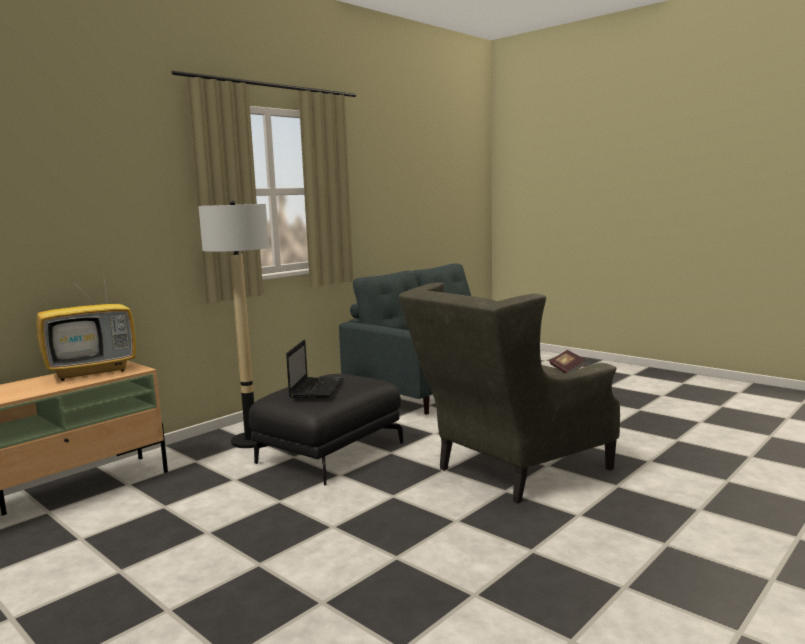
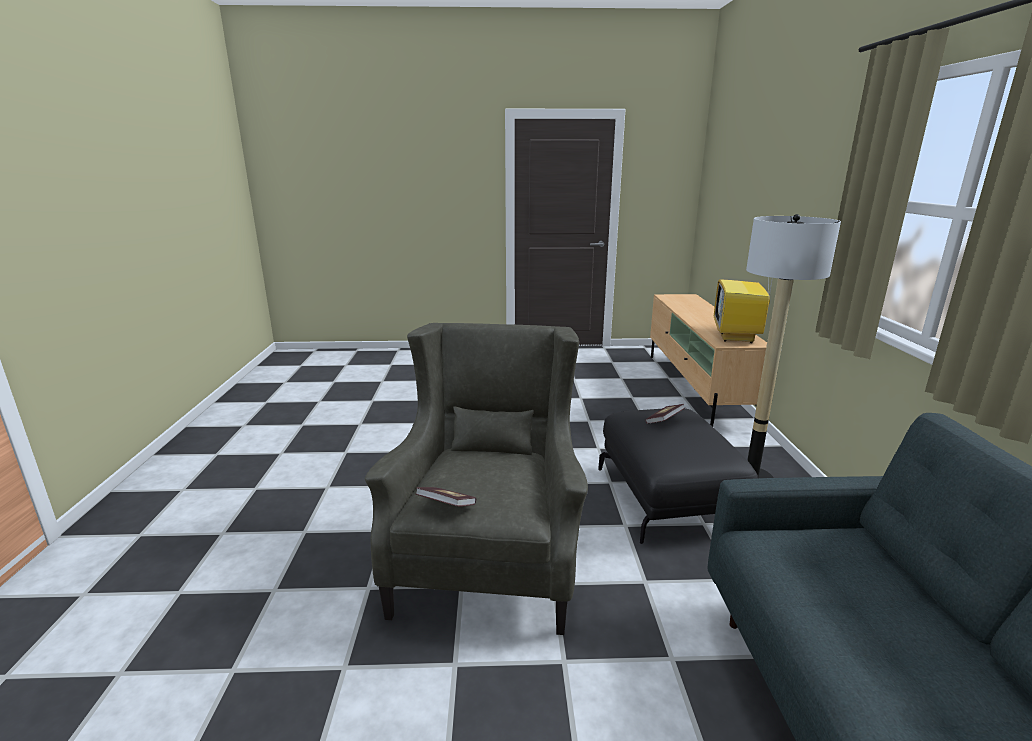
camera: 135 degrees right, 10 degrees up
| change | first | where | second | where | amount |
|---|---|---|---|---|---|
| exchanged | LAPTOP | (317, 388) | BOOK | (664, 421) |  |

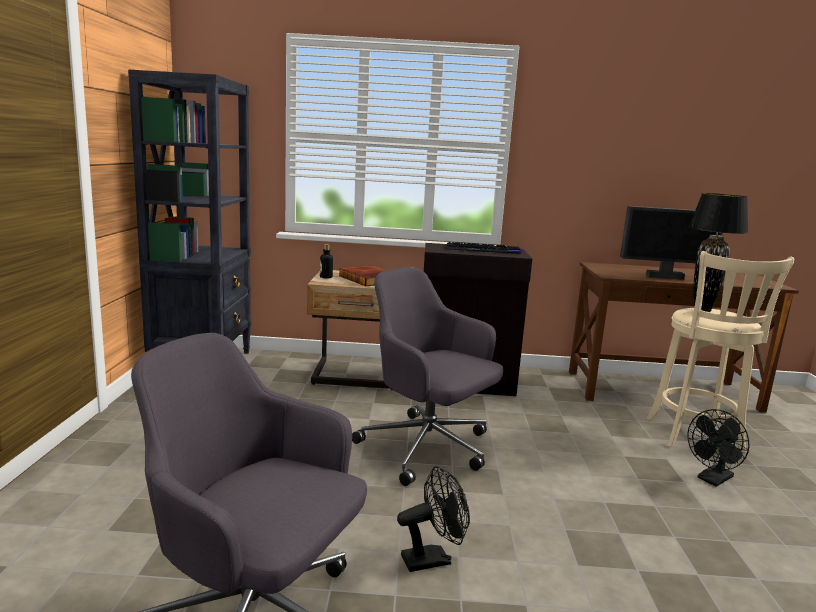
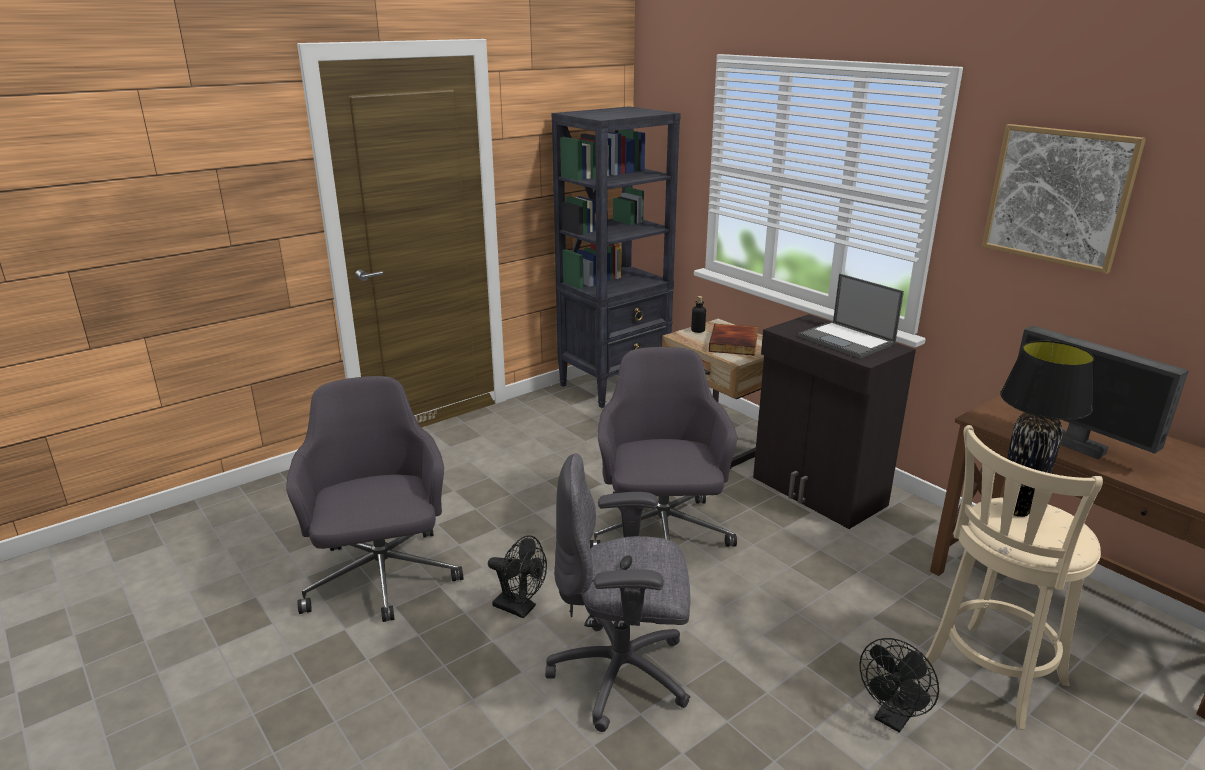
camera: 50 degrees right, 10 degrees up
| change | first | where | second | where | amount |
|---|---|---|---|---|---|
| appeared |  |  | GREY OFFICE CHAIR | (623, 675) |  |
| exchanged | KEYBOARD | (483, 250) | LAPTOP | (847, 340) |  |
| spun | BLACK FAN | (712, 480) |  | (893, 718) | 60 degrees counterclockwise |
| appeared |  |  | PICTURE | (1059, 196) |  |

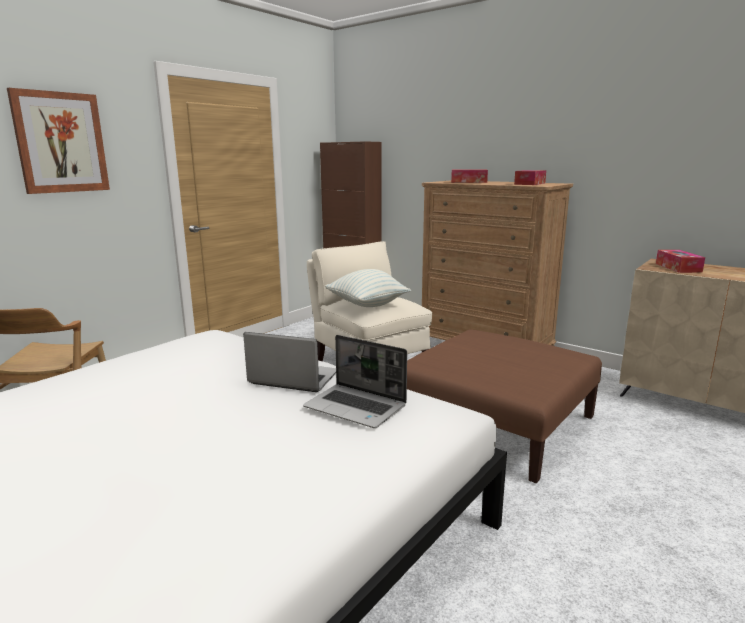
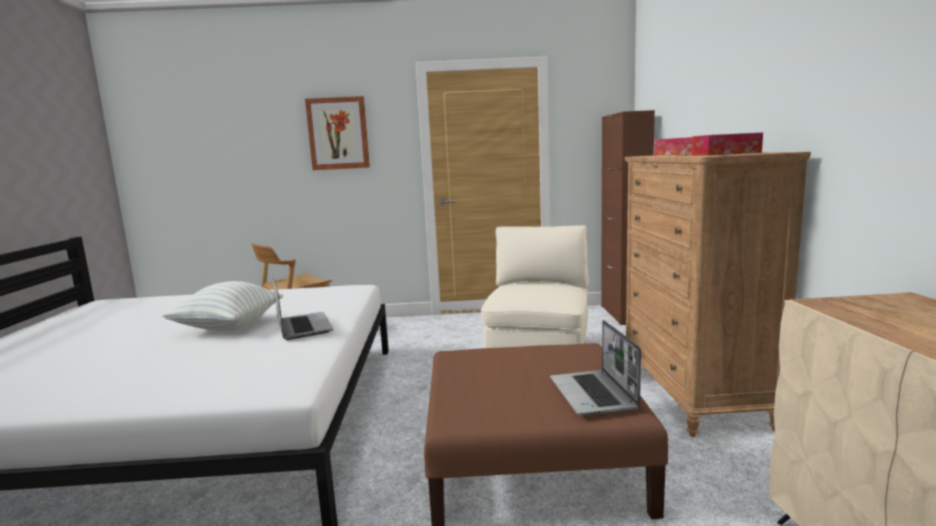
camera: 50 degrees right, 5 degrees down
| change | first | where | second | where | amount |
|---|---|---|---|---|---|
| relocated | PILLOW | (367, 305) |  | (229, 327) |  |
| relocated | LAPTOP | (356, 407) |  | (594, 394) |  |
| missing | TISSUE BOX | (678, 268) |  |  |  |

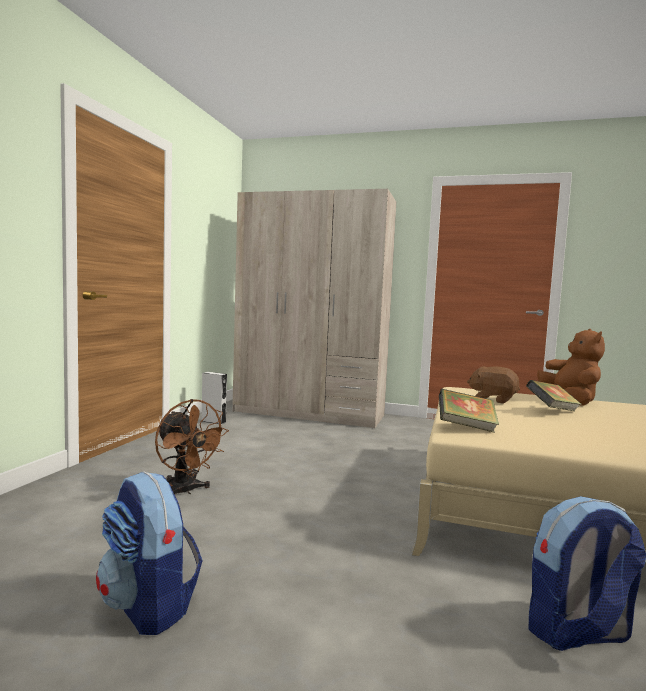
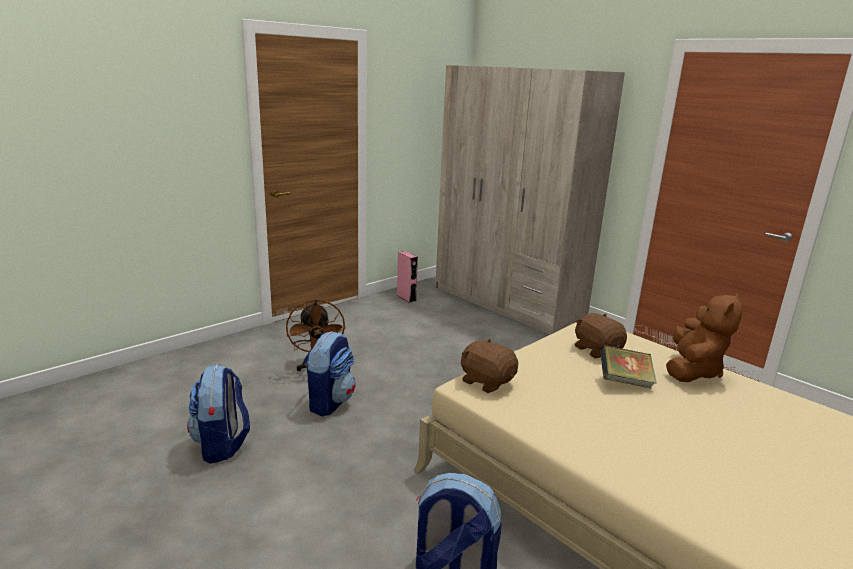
camera: 30 degrees right, 15 degrees up
| change | first | where | second | where | amount |
|---|---|---|---|---|---|
| appeared |  |  | BACKPACK | (330, 402) |  |
| colour | GREY SPEAKER | (213, 421) | PINK SPEAKER | (406, 298) |  |
| exchanged | BOOK | (466, 427) | BROWN PLUSH TOY | (487, 381) |  |

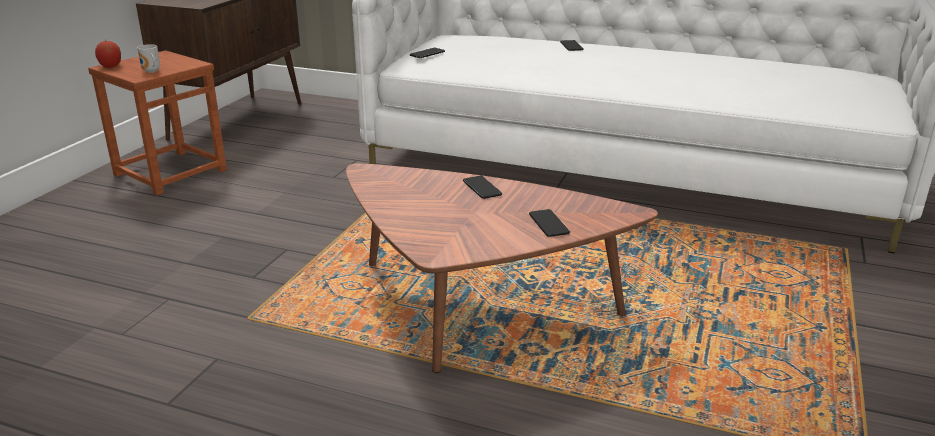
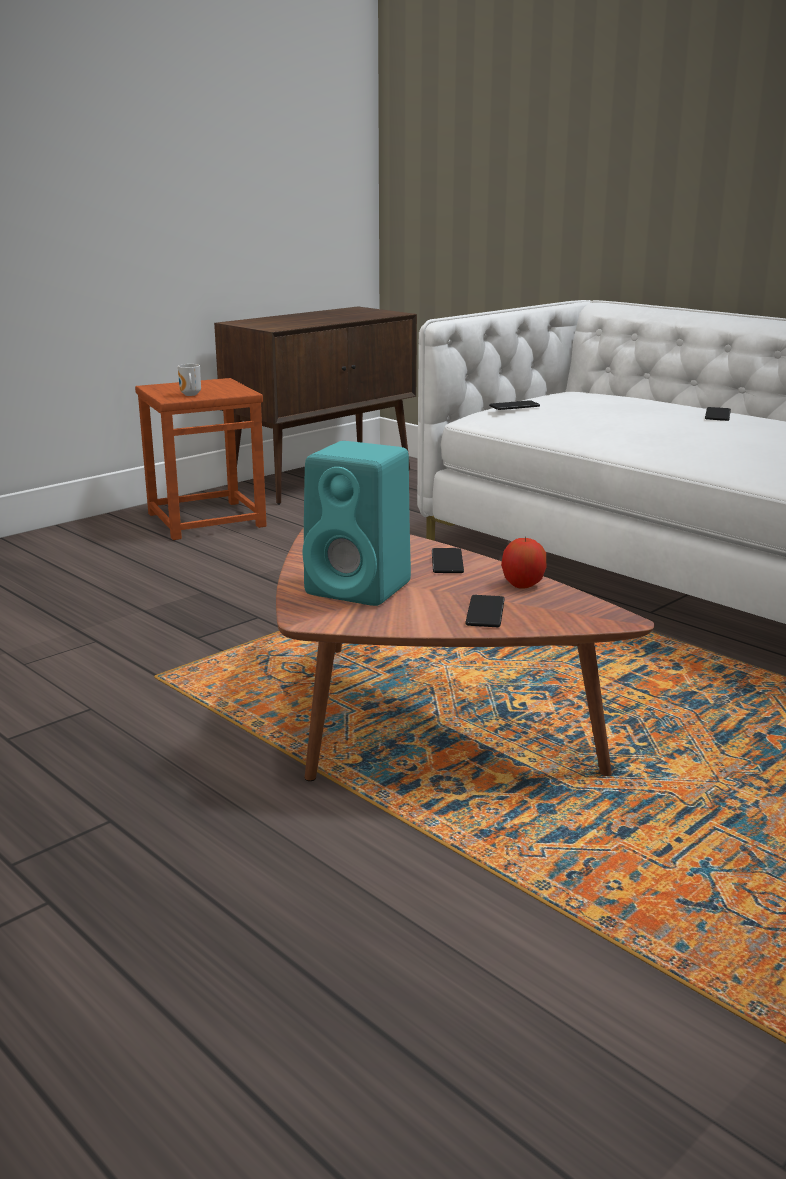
camera: 25 degrees right, 5 degrees down
| change | first | where | second | where | amount |
|---|---|---|---|---|---|
| appeared |  |  | TURQUOISE SPEAKER | (362, 588) |  |
| relocated | APPLE | (110, 66) |  | (523, 584) |  |

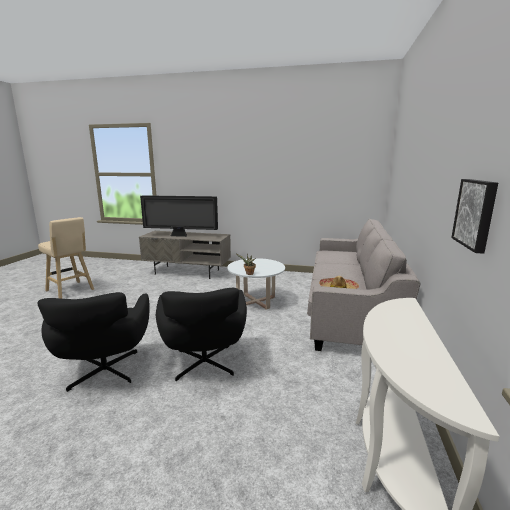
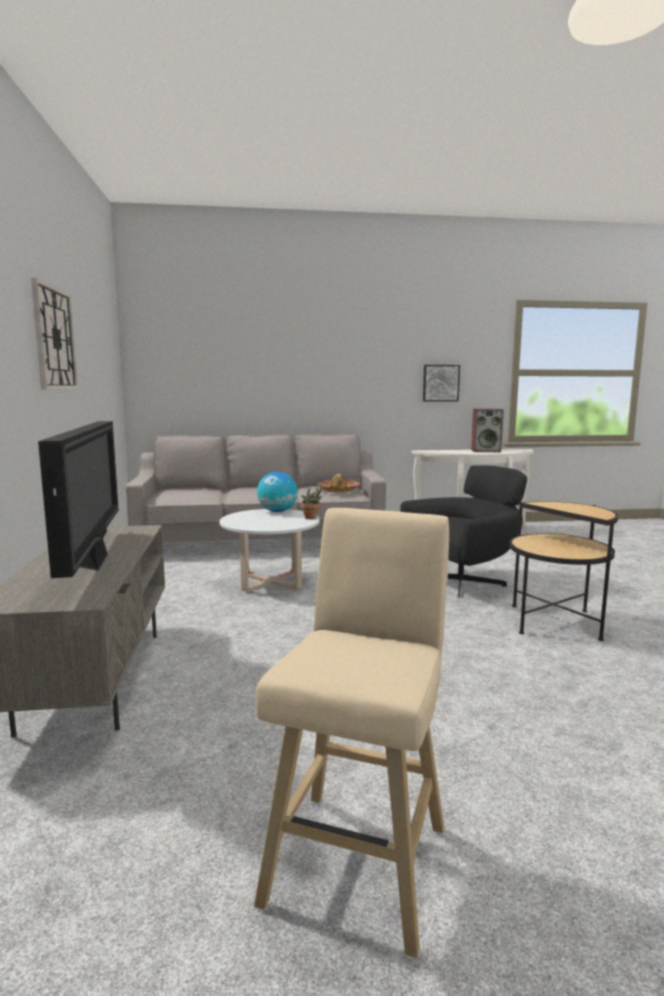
camera: 110 degrees left, 5 degrees down
| change | first | where | second | where | amount |
|---|---|---|---|---|---|
| appeared |  |  | WALL CLOCK | (54, 338) |  |
| appeared |  |  | GLOBE | (277, 511) |  |
| appeared |  |  | SPEAKER | (486, 451) |  |
| exchanged | BLACK ARMCHAIR | (104, 372) | SIDE TABLE | (554, 622) |  |

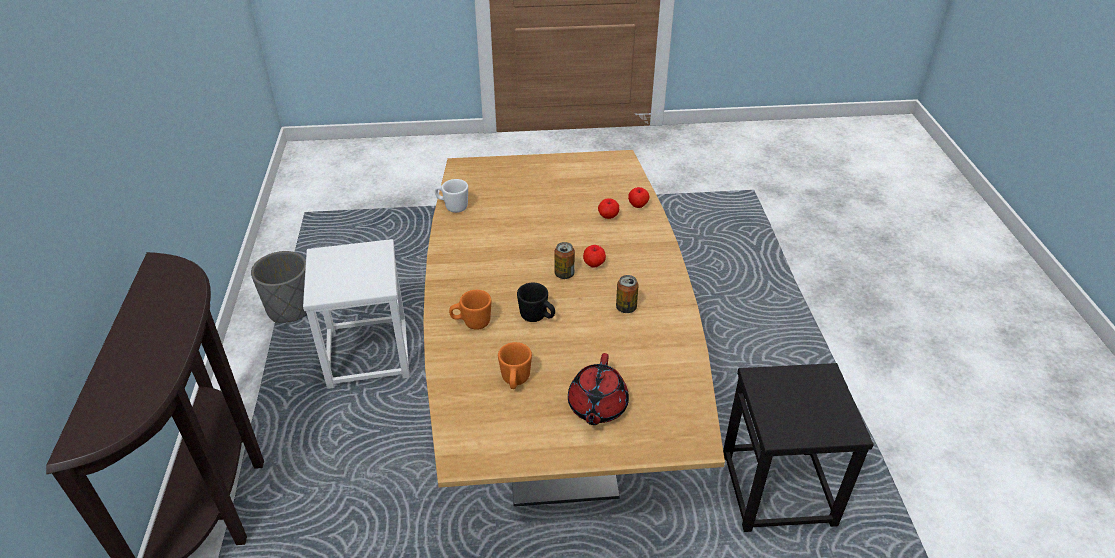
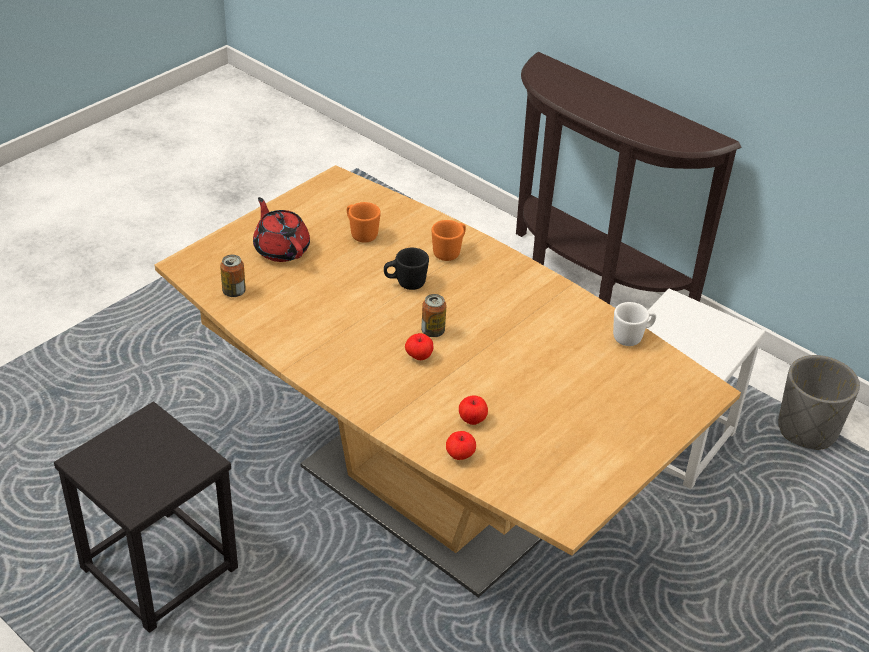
camera: 135 degrees right, 0 degrees up
| change | first | where | second | where | amount |
|---|---|---|---|---|---|
| relocated | CAN | (626, 308) |  | (234, 292) |  |

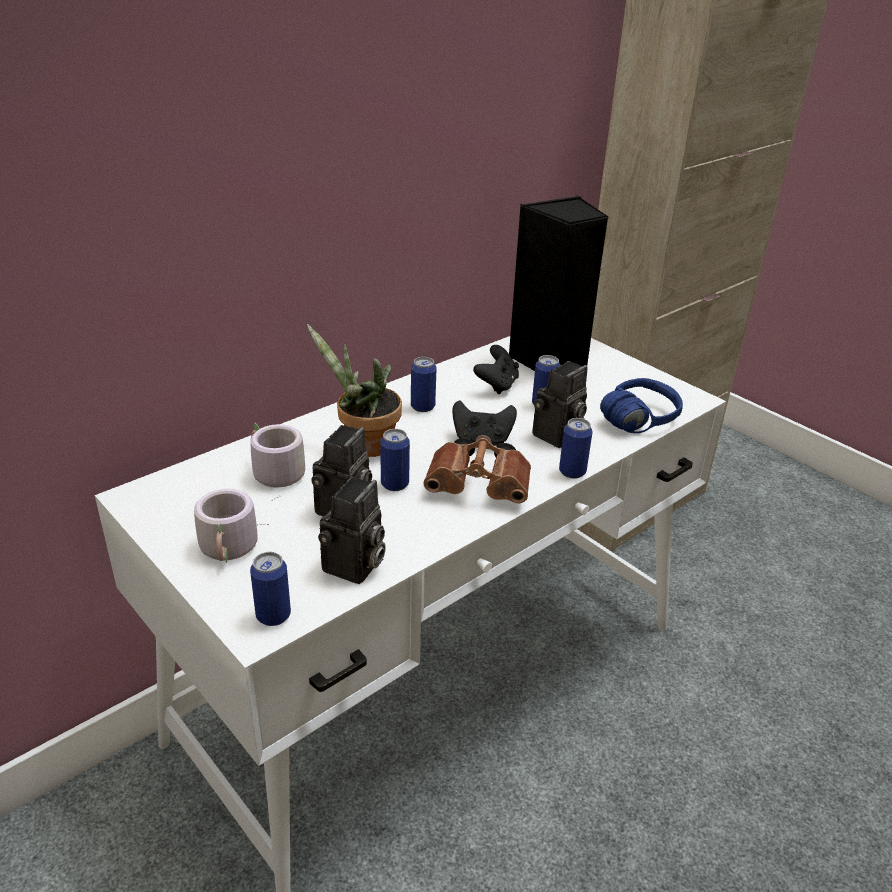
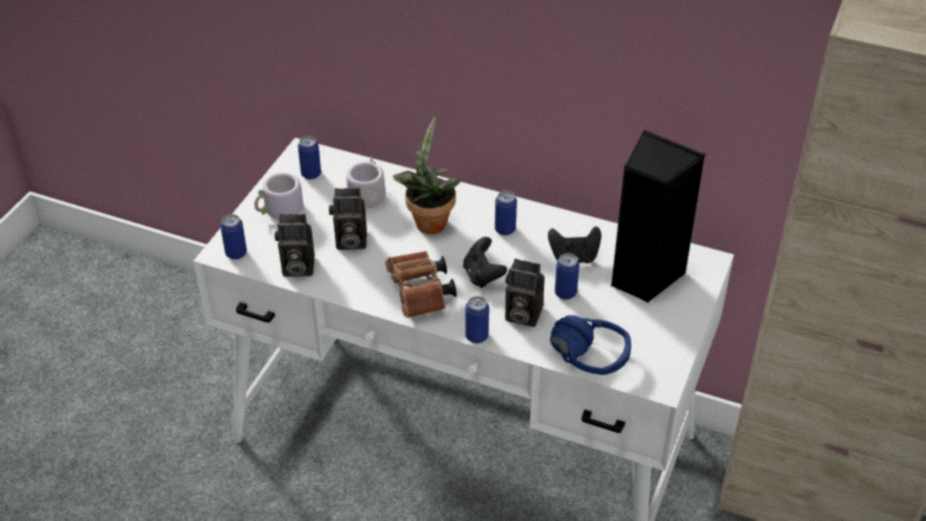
camera: 65 degrees right, 10 degrees up
| change | first | where | second | where | amount |
|---|---|---|---|---|---|
| relocated | CAN | (395, 484) |  | (311, 174) |  |

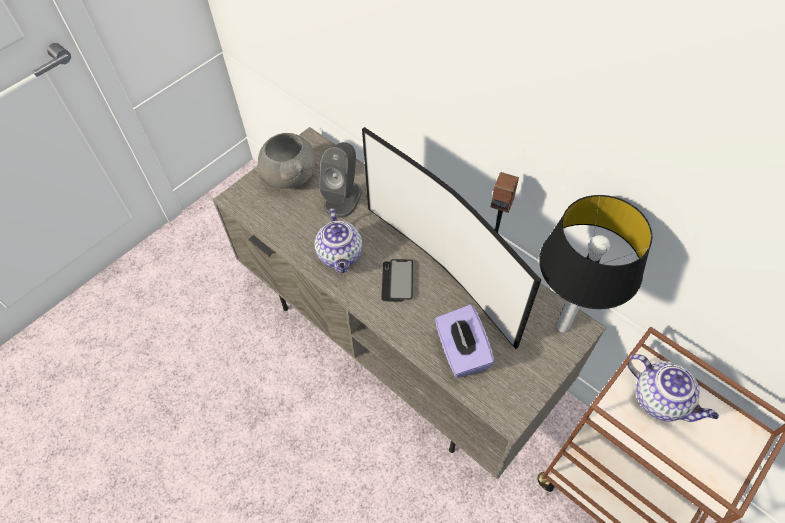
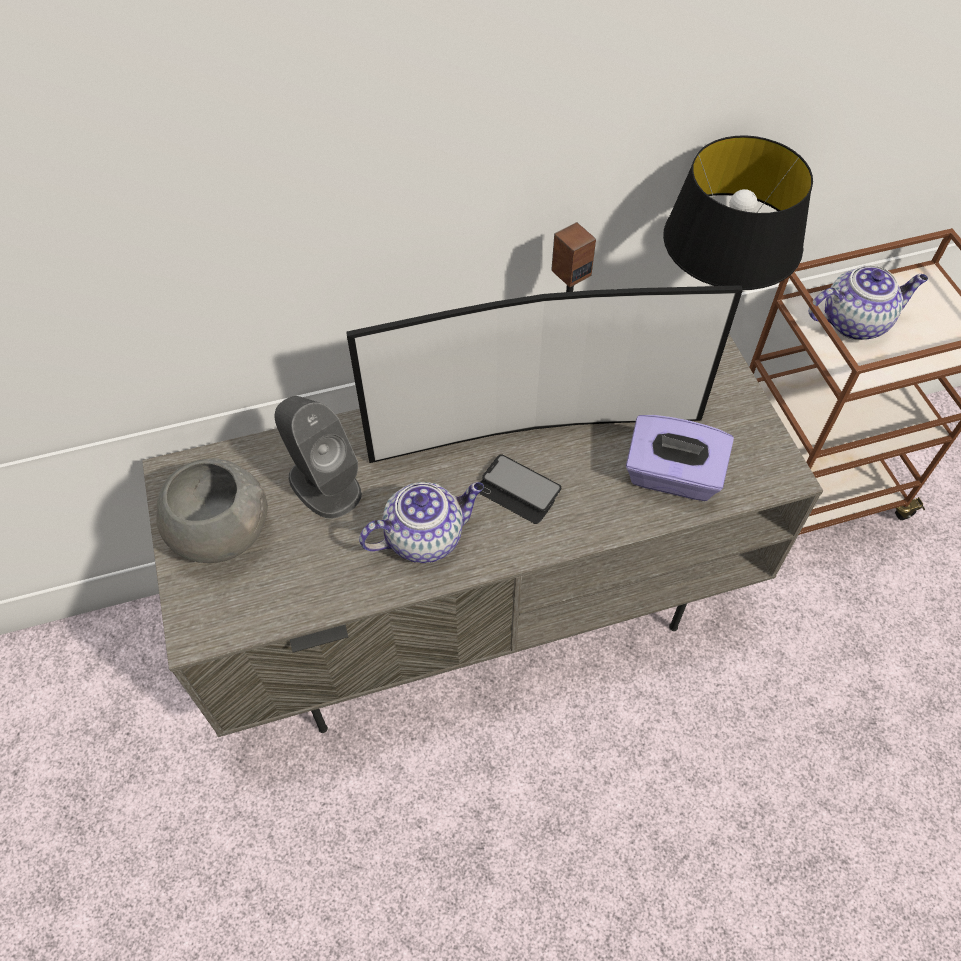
camera: 60 degrees left, 0 degrees up
| change | first | where | second | where | amount |
|---|---|---|---|---|---|
| spun | TEAPOT | (341, 255) |  | (425, 536) | 45 degrees counterclockwise |

